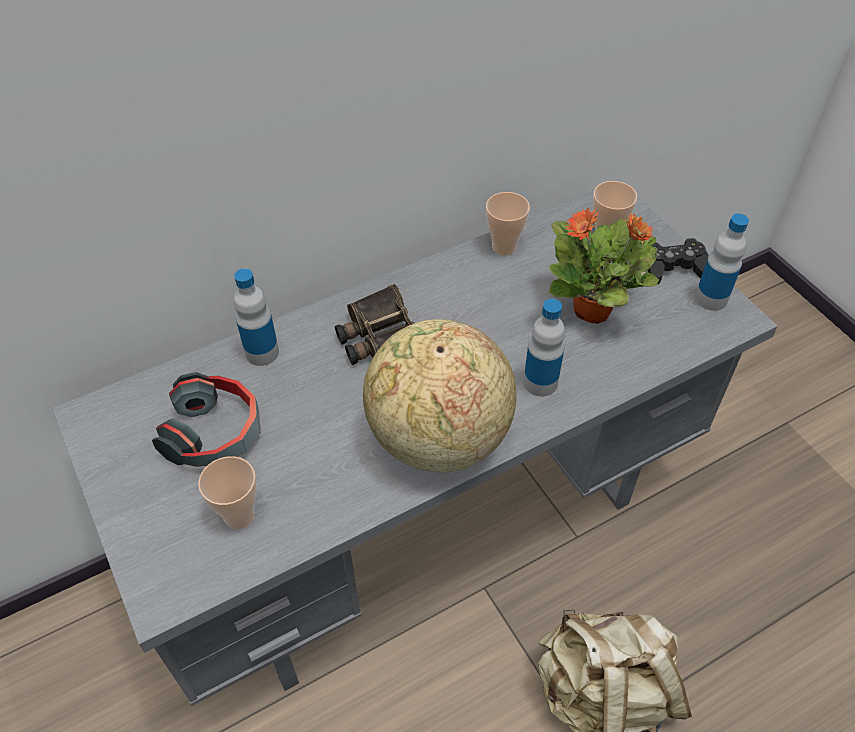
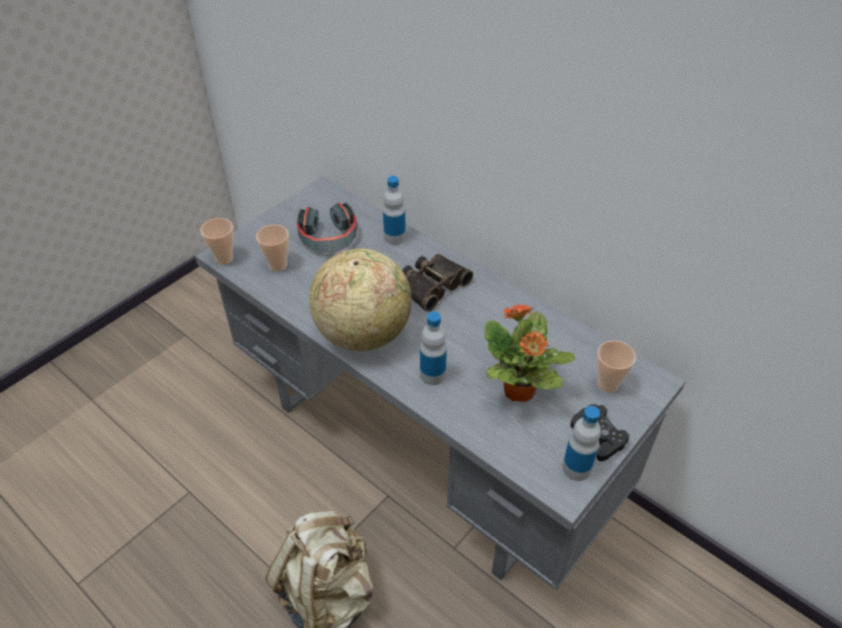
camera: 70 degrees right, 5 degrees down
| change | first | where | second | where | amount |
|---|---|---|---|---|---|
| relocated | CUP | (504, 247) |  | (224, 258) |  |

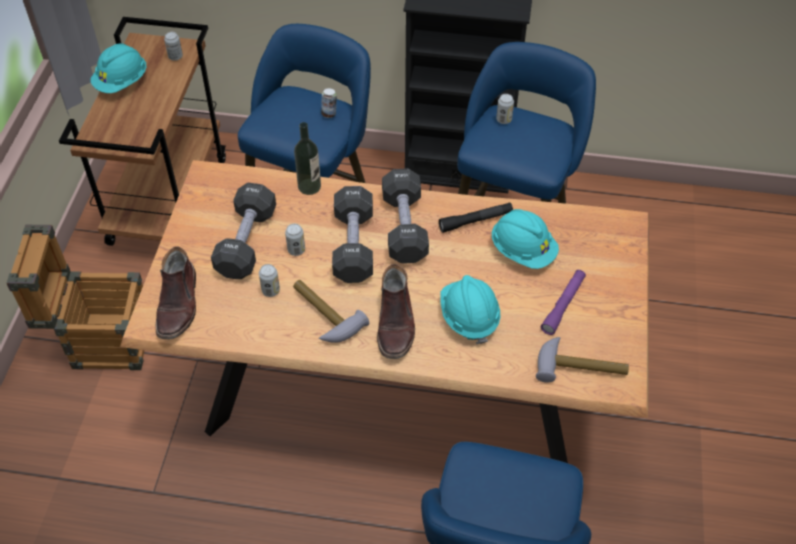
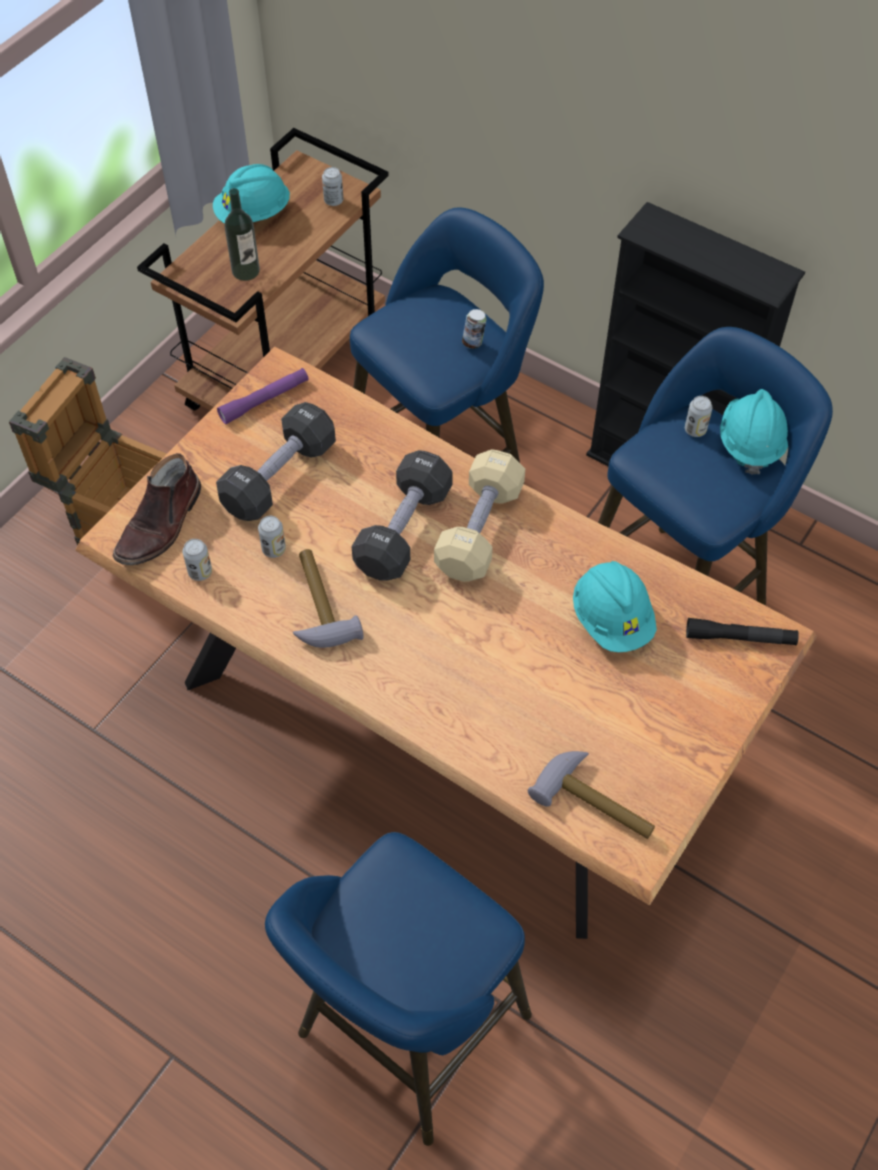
camera: 25 degrees right, 5 degrees up
| change | first | where | second | where | amount |
|---|---|---|---|---|---|
| relocated | CAN | (296, 250) |  | (200, 572) |  |
| relocated | PURPLE FLASHLIGHT | (563, 305) |  | (264, 400) |  |
| relocated | BOTTLE | (309, 186) |  | (245, 271) |  |
| colour | BLACK DUMBBELL | (404, 227) | BEIGE DUMBBELL | (479, 530) |  |
| relocated | BLACK FLASHLIGHT | (475, 221) |  | (740, 638) |  |
| relocated | TURQUOISE HARD HAT | (468, 317) |  | (751, 442) |  |
| missing | BROWN BOOT | (396, 323) |  |  |  |

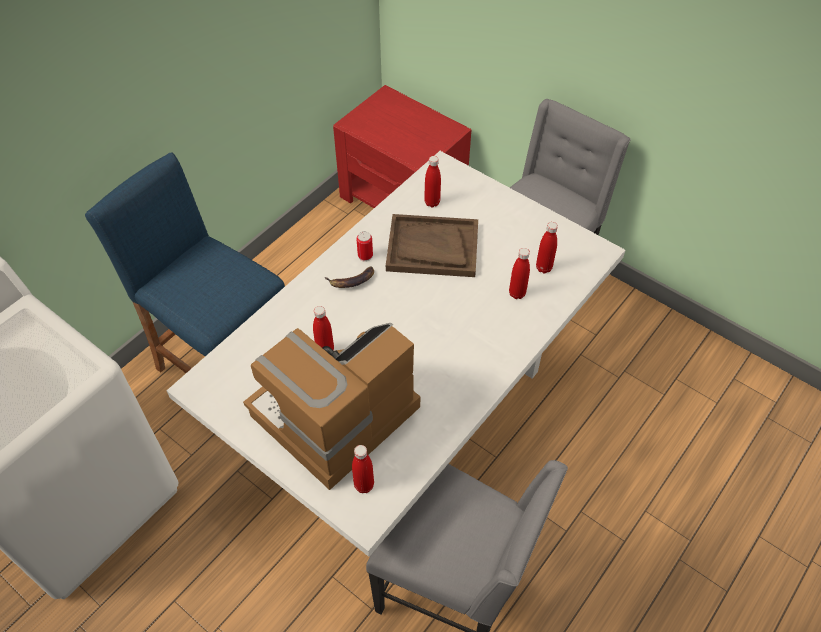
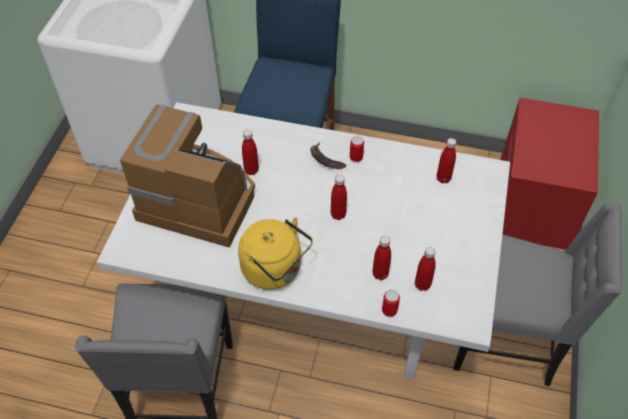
camera: 65 degrees right, 0 degrees up
| change | first | where | second | where | amount |
|---|---|---|---|---|---|
| appeared |  |  | YELLOW KETTLE | (275, 270) |  |
| relocated | RED BOTTLE | (364, 485) |  | (338, 214) |  |
| appeared |  |  | CAN | (389, 310) |  |
| missing | BROWN TRAY | (432, 248) |  |  |  |

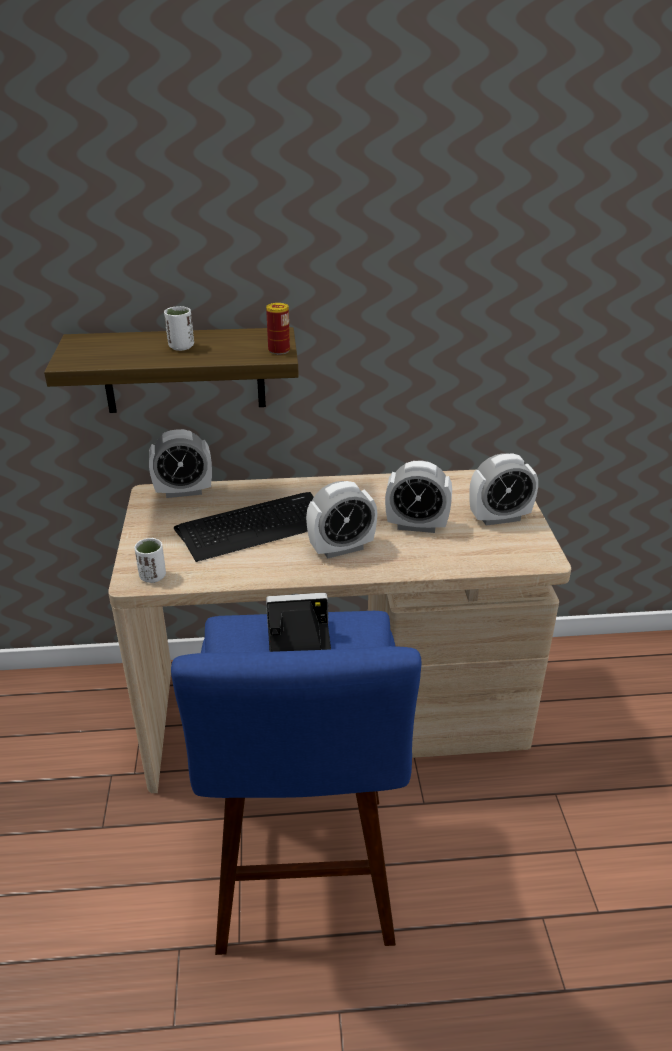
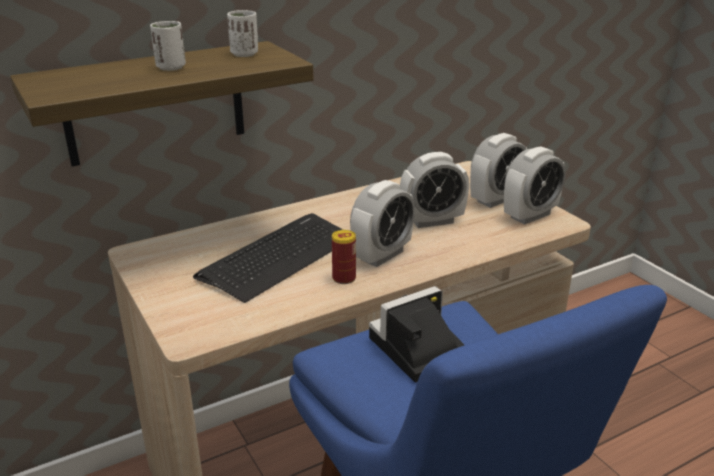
camera: 25 degrees left, 5 degrees down
| change | first | where | second | where | amount |
|---|---|---|---|---|---|
| relocated | WHITE CUP | (153, 576) |  | (244, 54) |  |
| relocated | CAN | (279, 350) |  | (344, 278) |  |
| relocated | ALARM CLOCK | (183, 491) |  | (530, 215) |  |

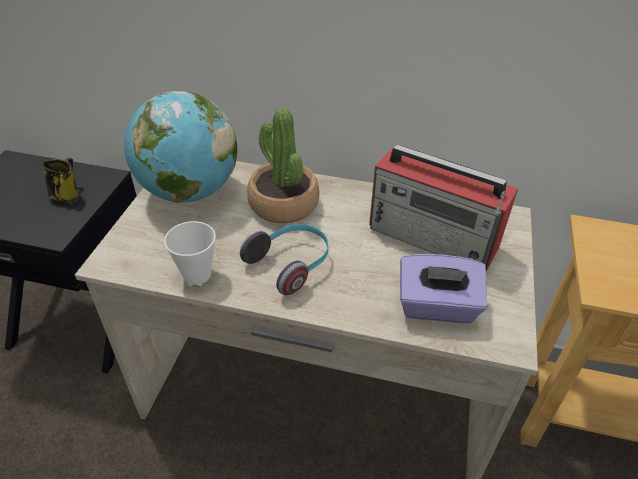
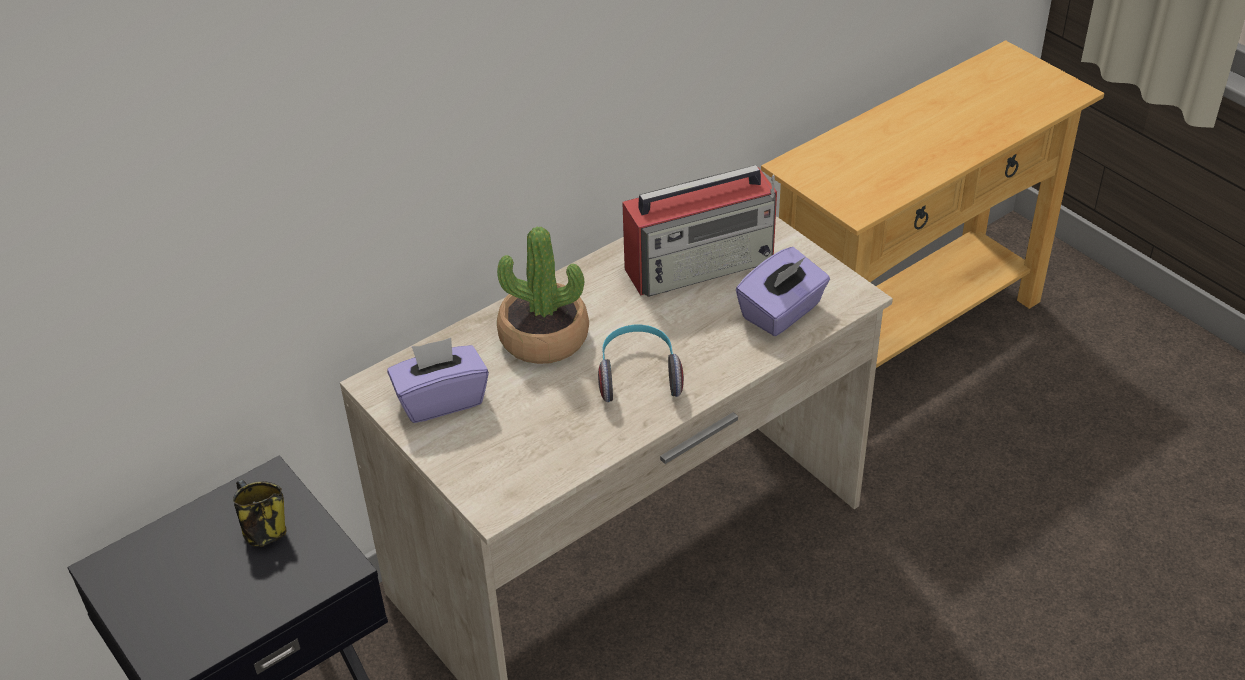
camera: 50 degrees left, 0 degrees up
| change | first | where | second | where | amount |
|---|---|---|---|---|---|
| exchanged | GLOBE | (189, 192) | PURPLE TISSUE BOX | (441, 399) |  |
| missing | CUP | (197, 274) |  |  |  |

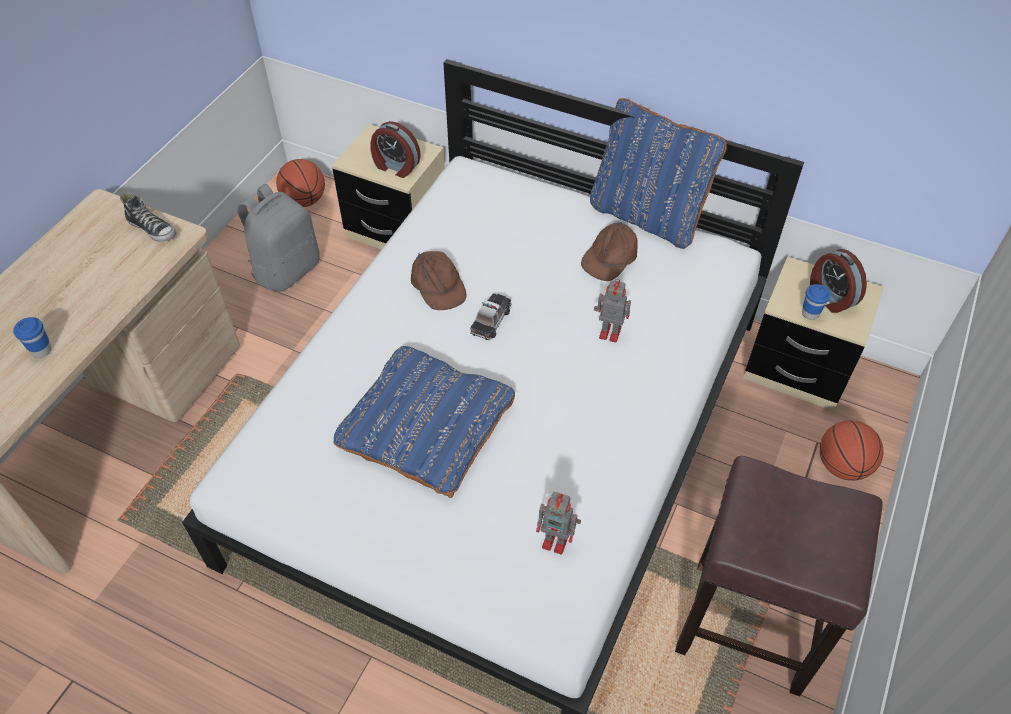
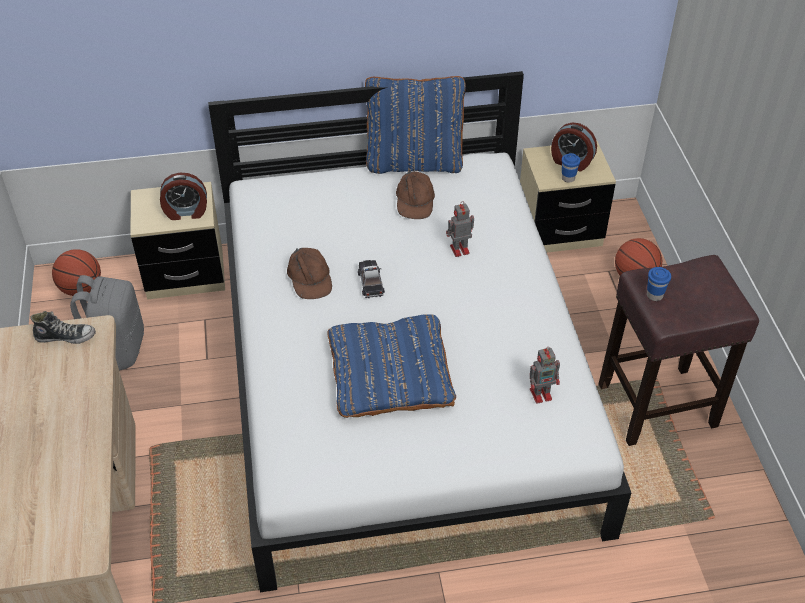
camera: 35 degrees left, 5 degrees down
| change | first | where | second | where | amount |
|---|---|---|---|---|---|
| spun | BROWN CAP | (438, 286) |  | (309, 278) | 45 degrees clockwise |
| relocated | BLUE CUP | (42, 350) |  | (654, 295) |  |

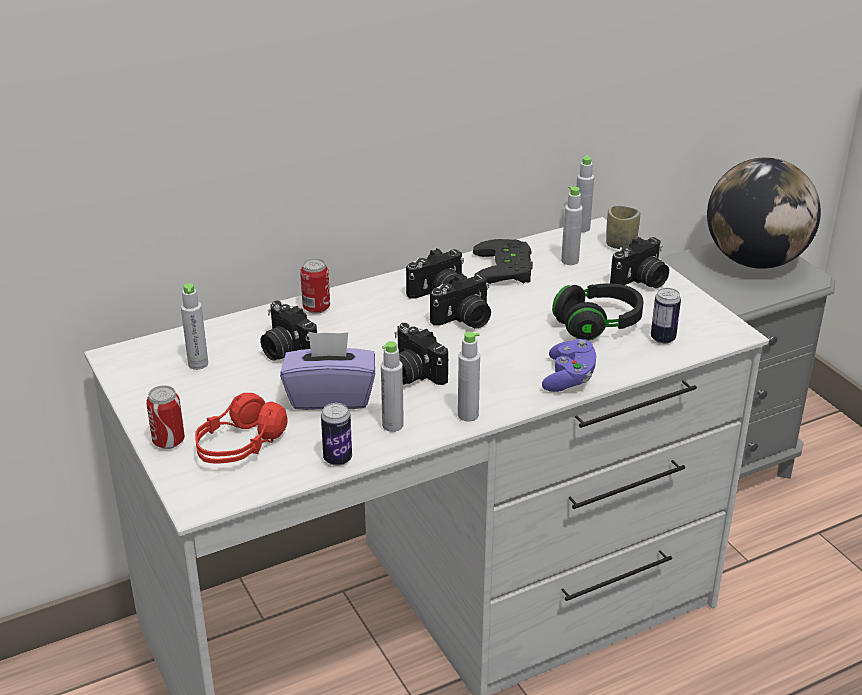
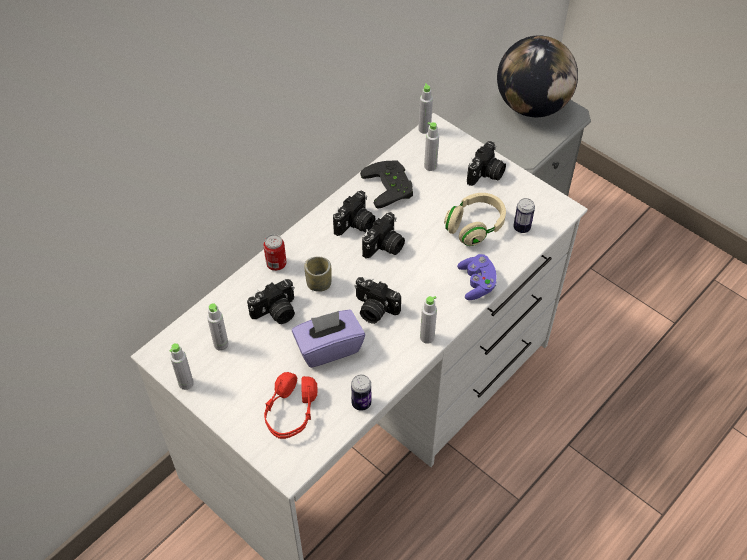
camera: 20 degrees left, 20 degrees up
| change | first | where | second | where | amount |
|---|---|---|---|---|---|
| relocated | GREY BOTTLE | (392, 425) |  | (186, 383) |  |
| spun | PHOTO CAMERA | (286, 350) |  | (276, 312) | 60 degrees counterclockwise |
| relocated | CUP | (620, 245) |  | (319, 284) |  |
| colour | BLACK HEADPHONES | (598, 325) | BEIGE HEADPHONES | (475, 226) |  |
| missing | CAN | (168, 441) |  |  |  |

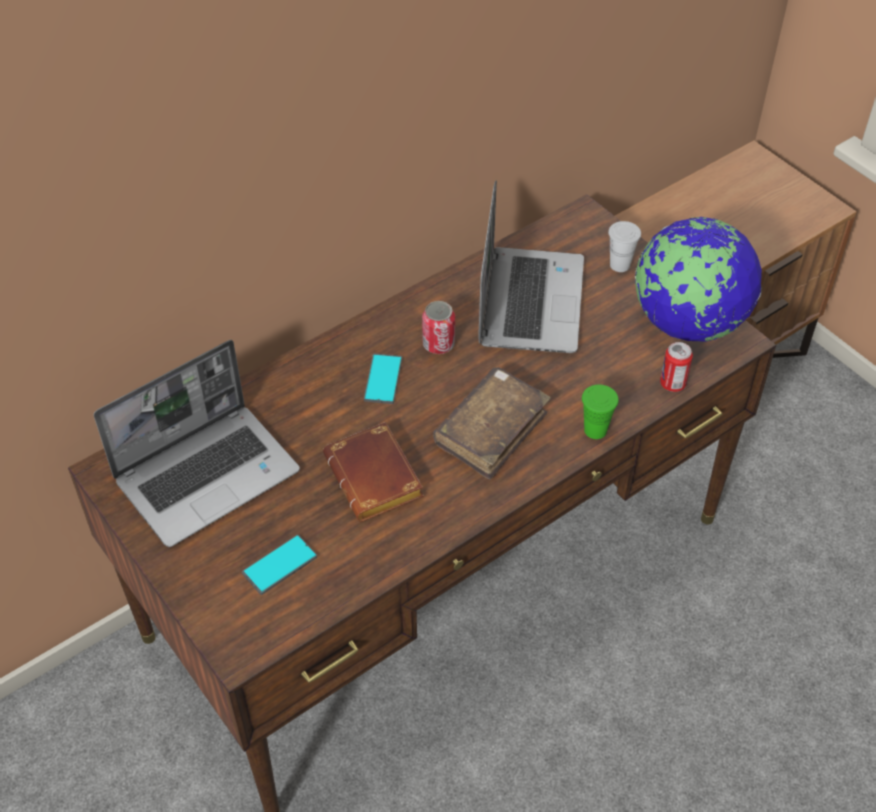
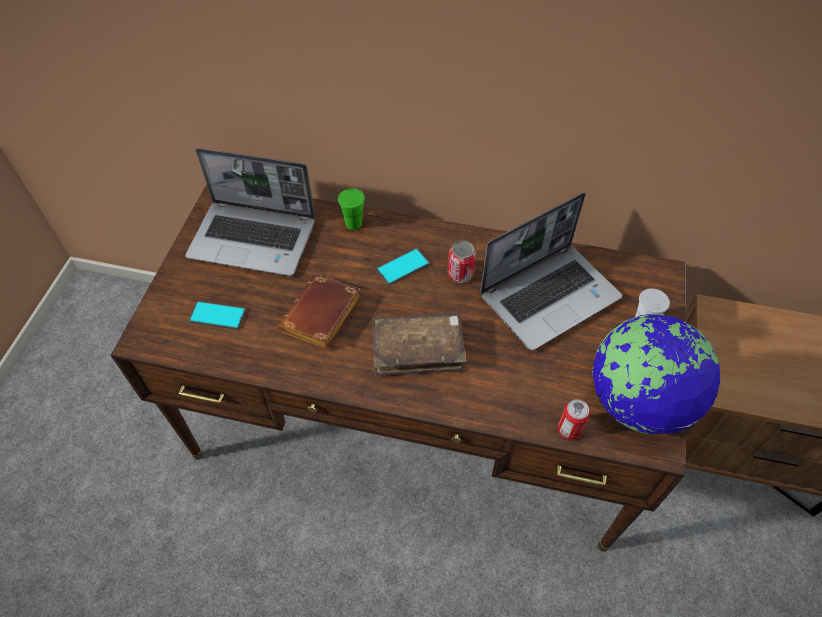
camera: 50 degrees right, 5 degrees up
| change | first | where | second | where | amount |
|---|---|---|---|---|---|
| relocated | GREEN CUP | (595, 430) |  | (353, 223) |  |

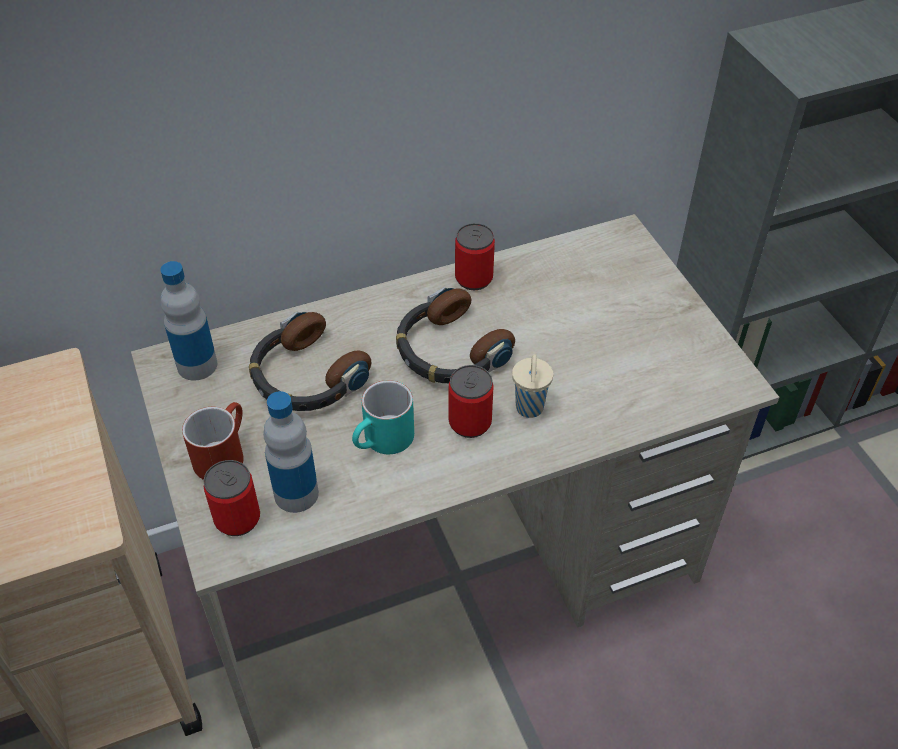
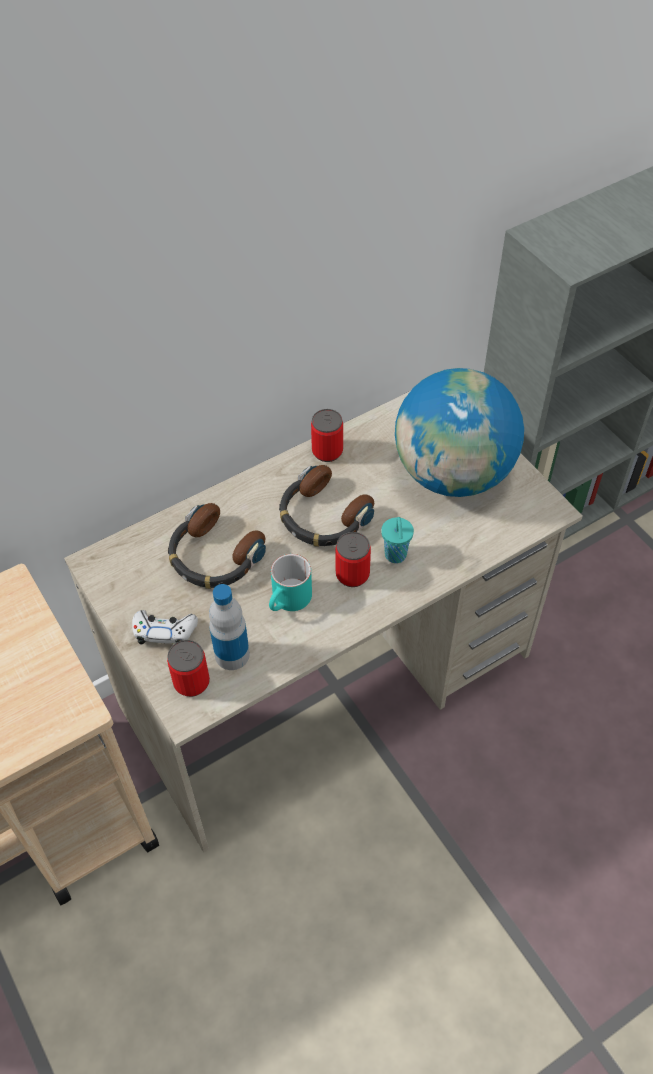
camera: 10 degrees left, 5 degrees up
| change | first | where | second | where | amount |
|---|---|---|---|---|---|
| exchanged | RED MUG | (222, 453) | WHITE GAME CONTROLLER | (165, 631) |  |
| colour | BEIGE CUP | (529, 409) | TURQUOISE CUP | (395, 556) |  |
| appeared |  |  | GLOBE | (453, 474) |  |
| missing | BOTTLE | (197, 365) |  |  |  |

